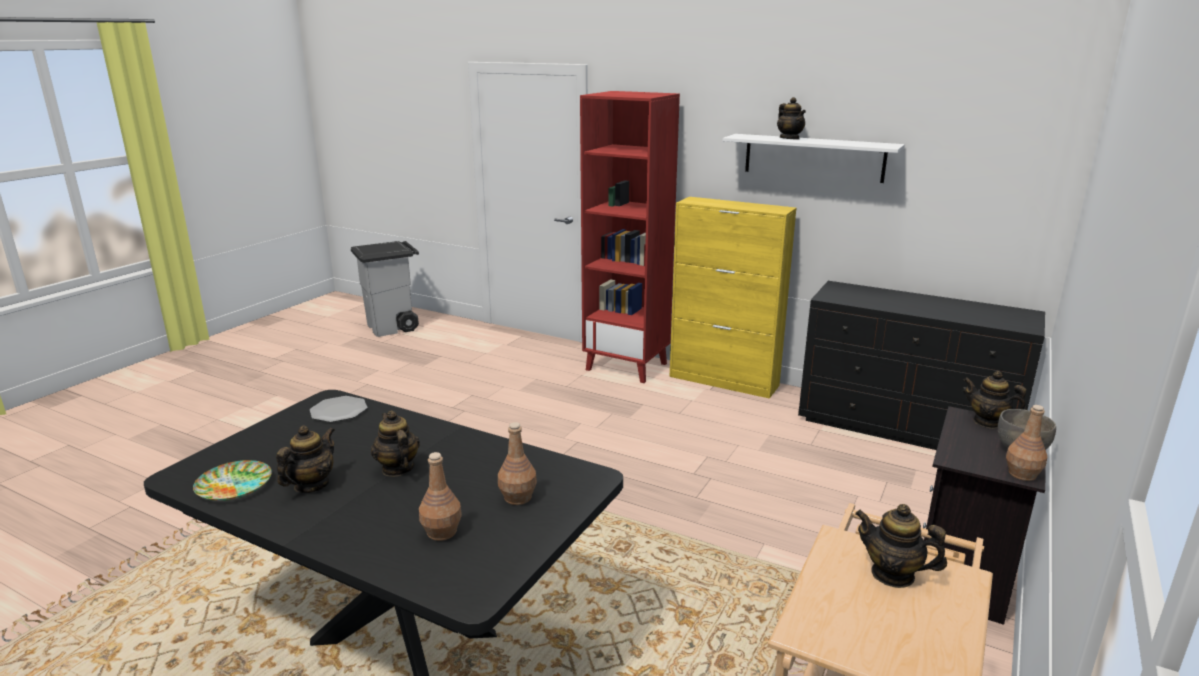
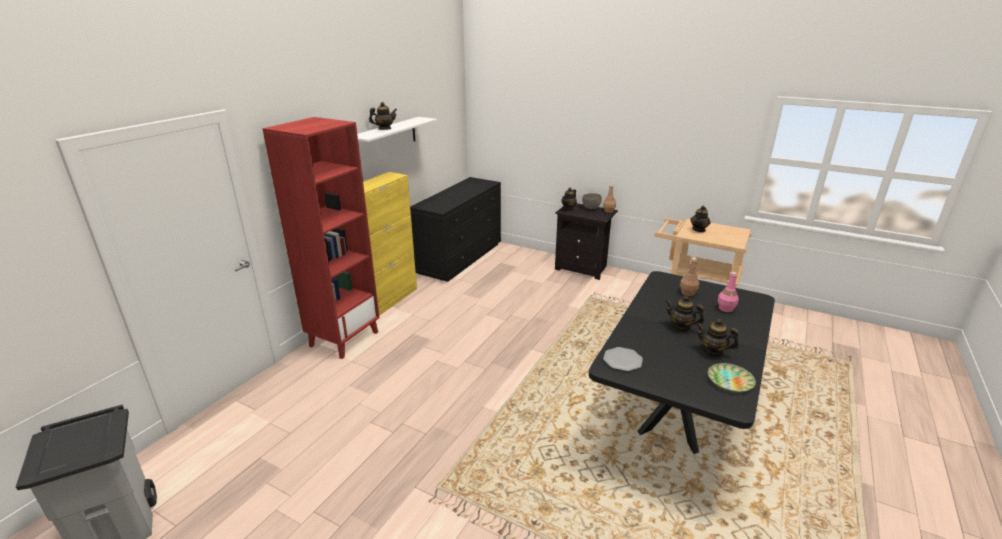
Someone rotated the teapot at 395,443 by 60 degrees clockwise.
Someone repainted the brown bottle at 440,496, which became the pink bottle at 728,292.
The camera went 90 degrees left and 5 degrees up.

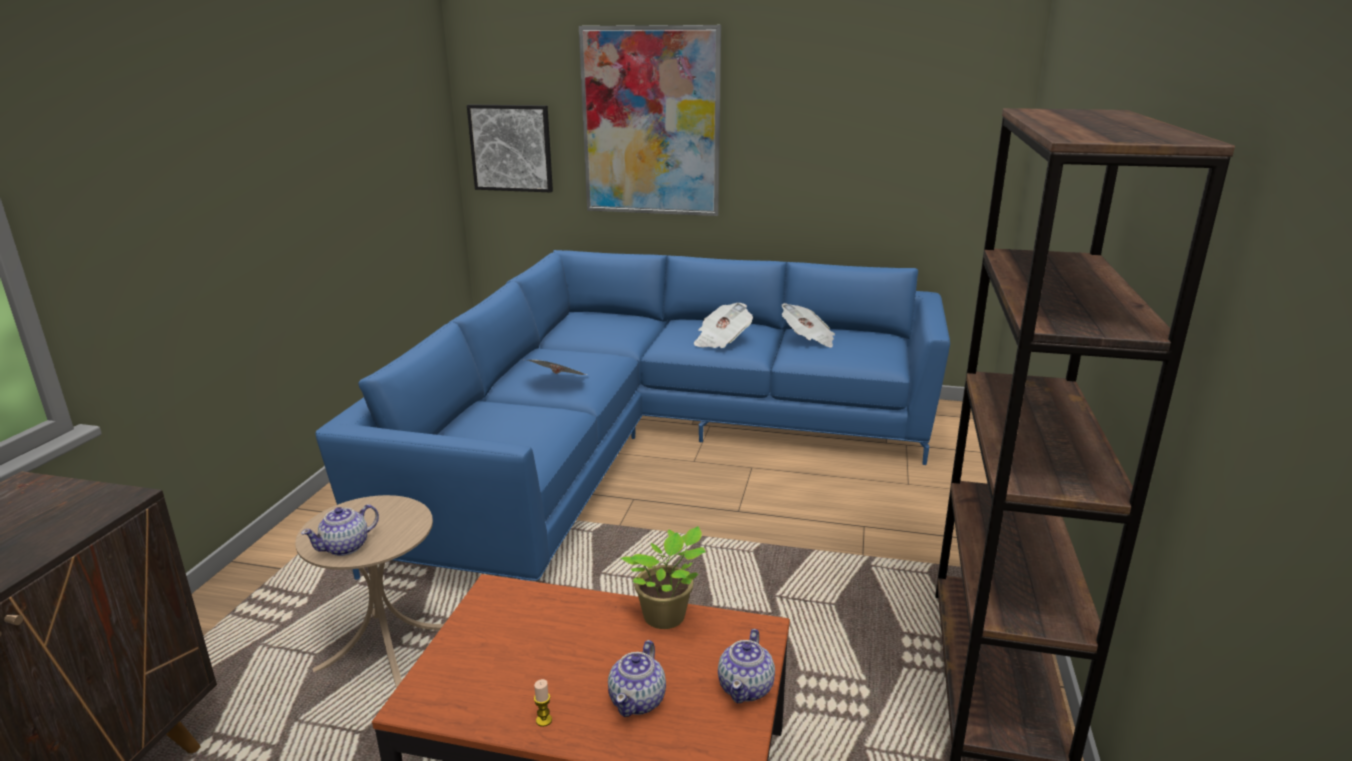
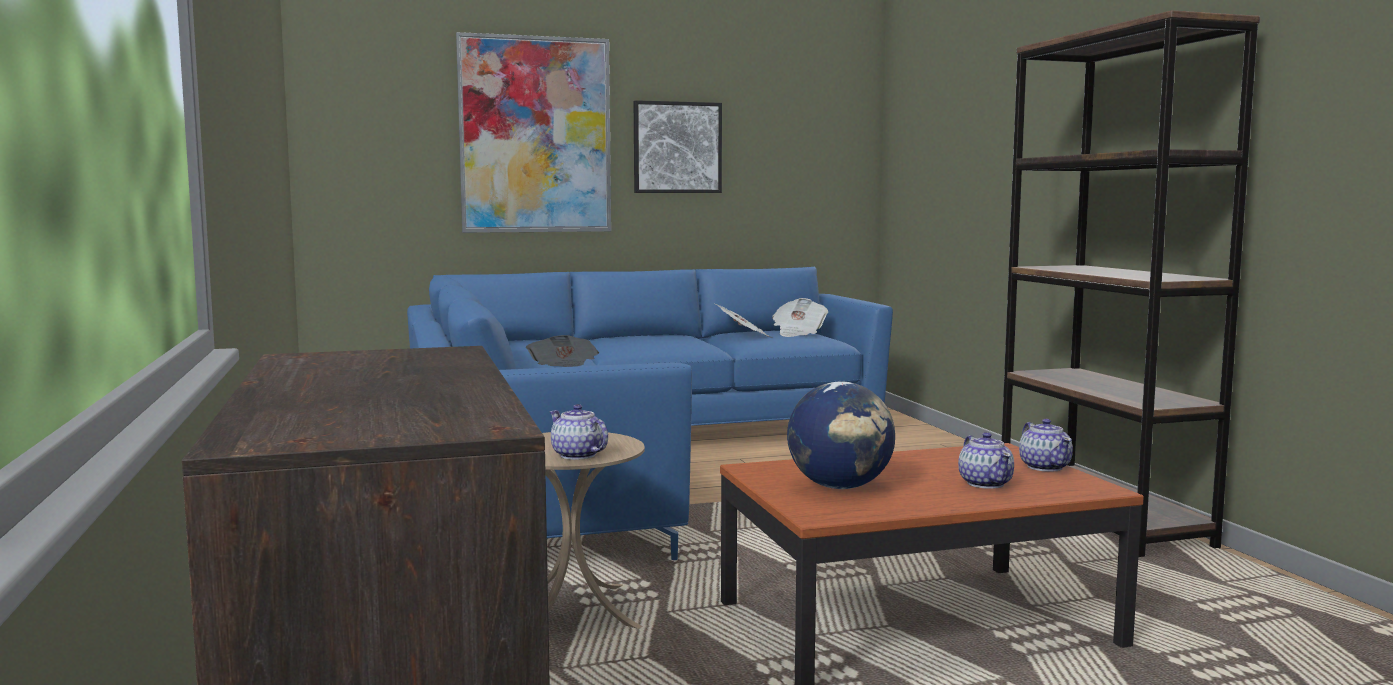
Someone rotated the teapot at 340,530 by 120 degrees clockwise.
Someone carried the picture from 510,148 to 678,146.
Someone carried the newspaper from 723,325 to 800,317.
Someone put down the globe at 841,435.
Someone took away the candle at 543,703.
Someone took away the potted plant at 663,577.
The camera went 30 degrees left and 15 degrees down.

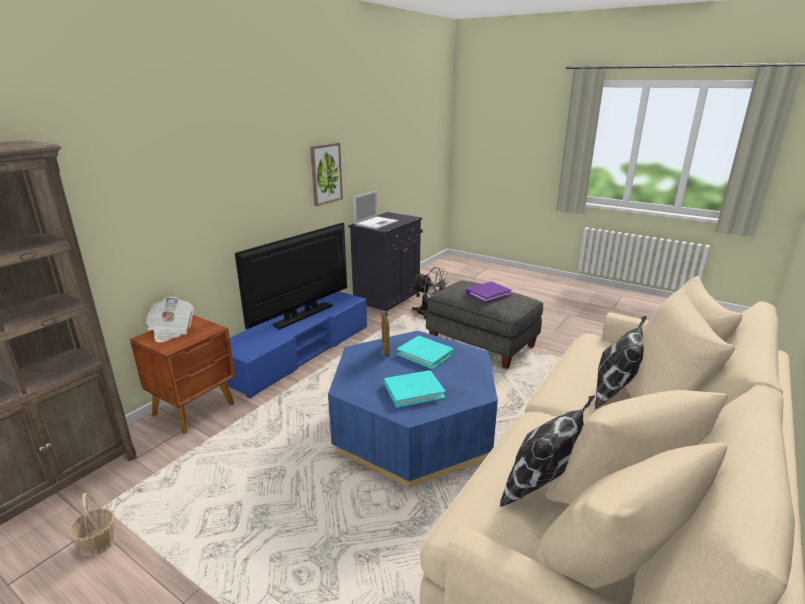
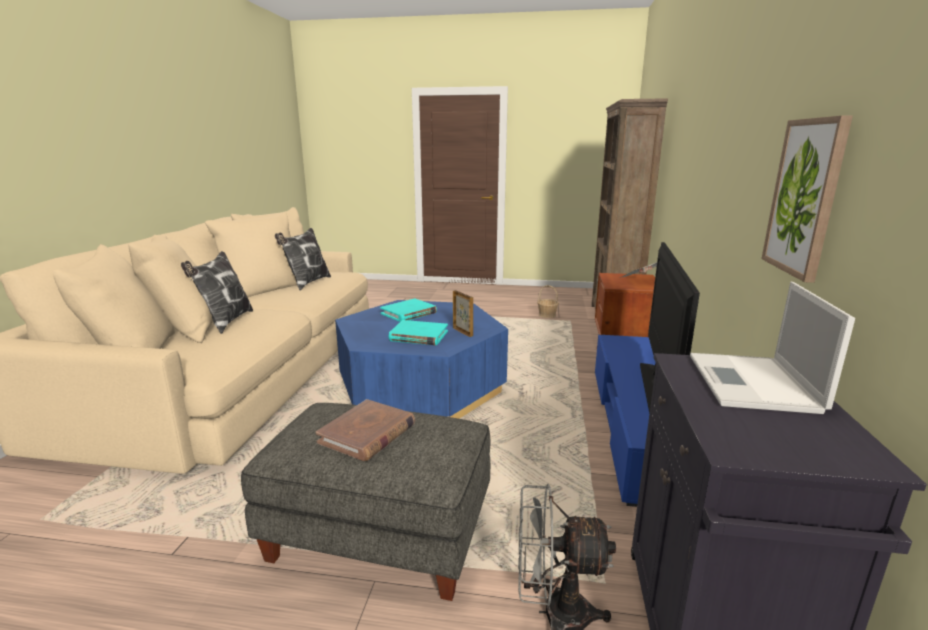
Someone repainted the purple book at 489,292, which became the brown book at 365,430.
The camera went 155 degrees right and 5 degrees down.

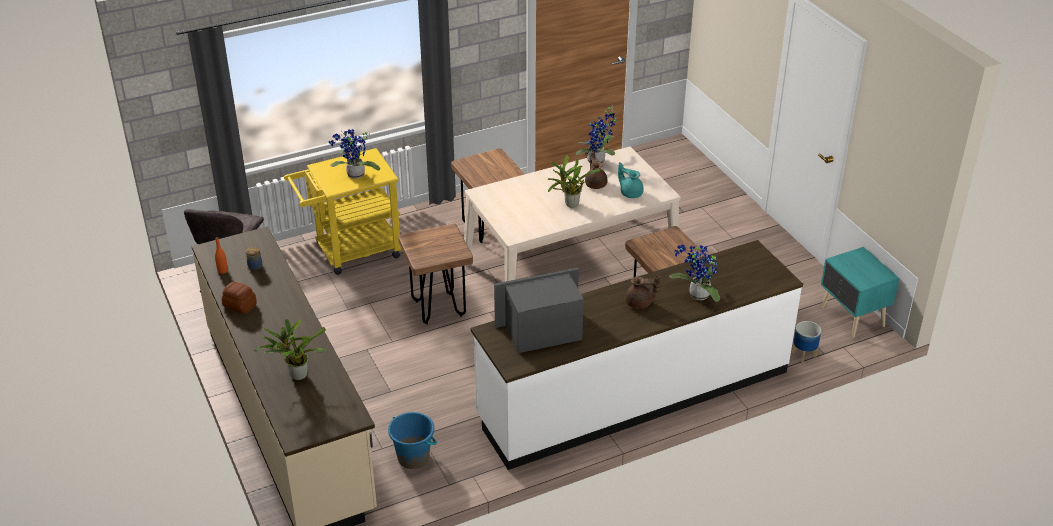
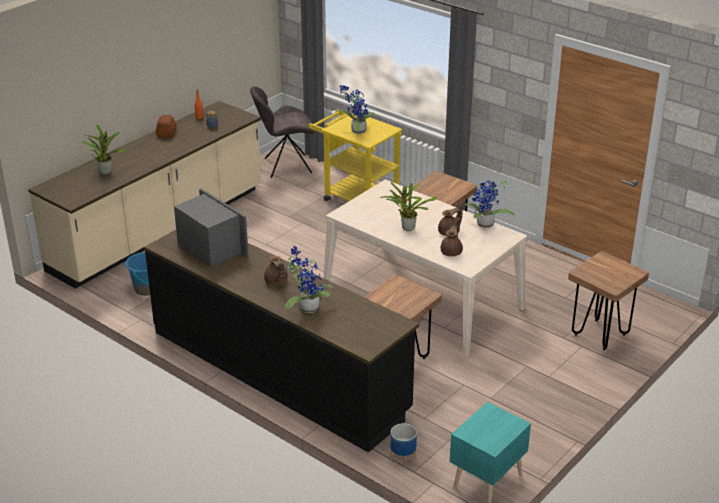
Someone repainted the white counter at 637,355, which became the black counter at 281,341.
Someone repainted the turquoise teapot at 631,180, which became the brown teapot at 452,237.
Someone carried the brown stool from 435,273 to 608,300.
The camera went 65 degrees right and 5 degrees down.

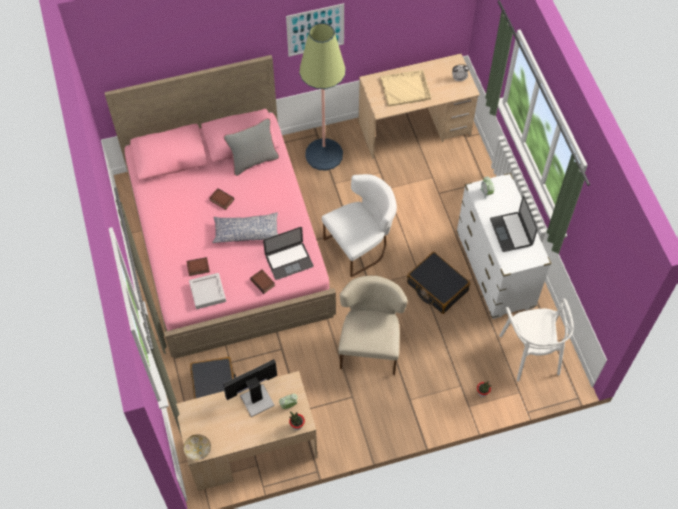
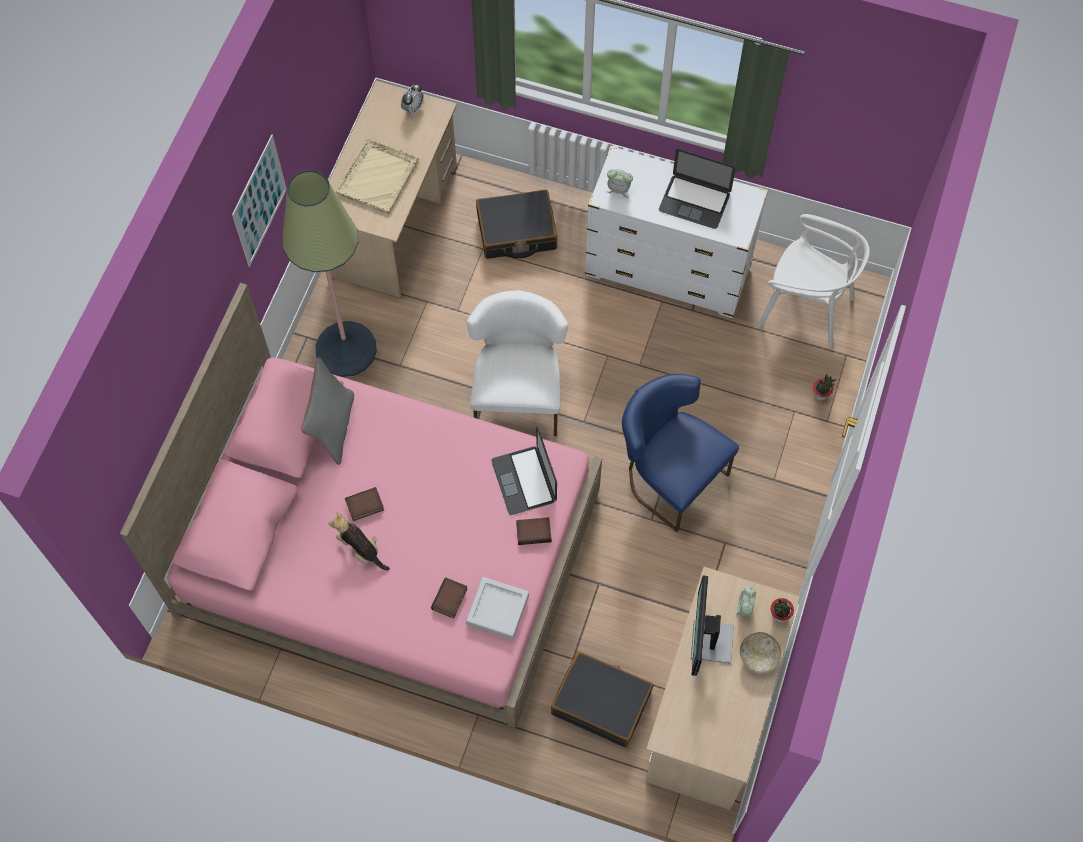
Someone put down the plush toy at 359,541.
Someone carried the black suitcase from 438,283 to 516,224.
Someone rotated the laptop at 288,253 by 150 degrees clockwise.
Someone repainted the beige chair at 373,325, which became the blue chair at 680,453.
Someone carried the bowl from 197,447 to 760,652.
Someone took away the pillow at 245,227.
The camera went 55 degrees left and 5 degrees up.

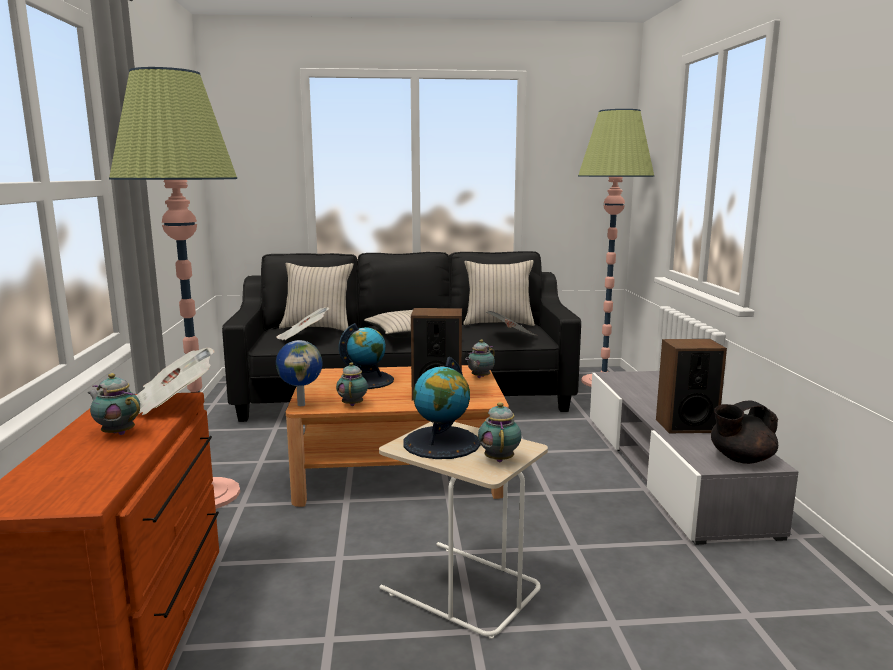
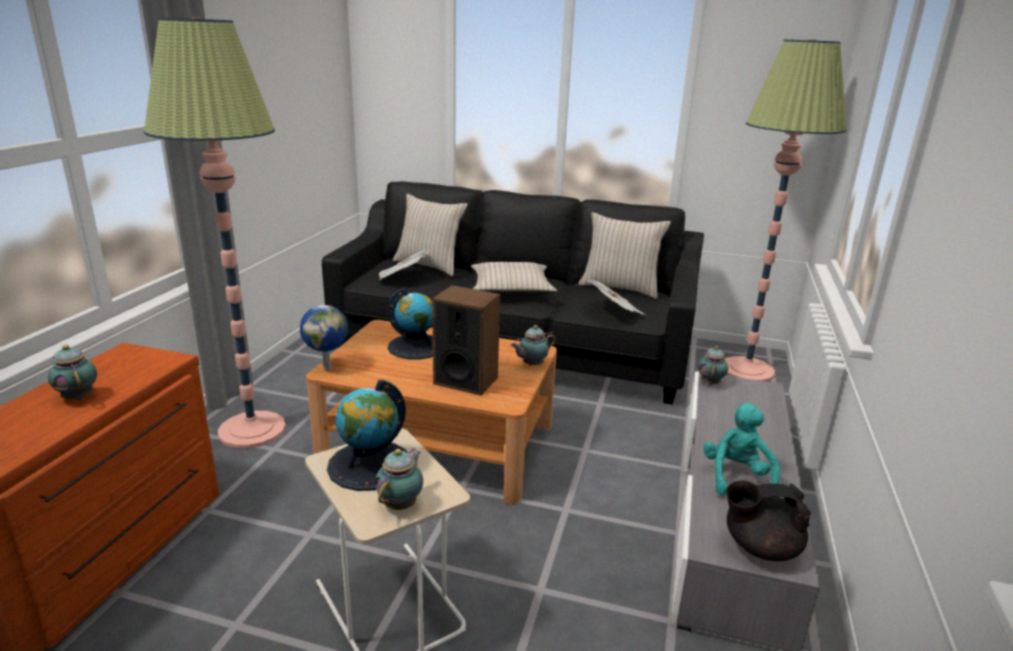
Someone carried the teapot from 352,384 to 713,365.
Someone swapped the speaker at 691,386 for the turquoise plush toy at 742,449.
Someone took away the newspaper at 175,381.
The camera went 20 degrees right and 10 degrees up.

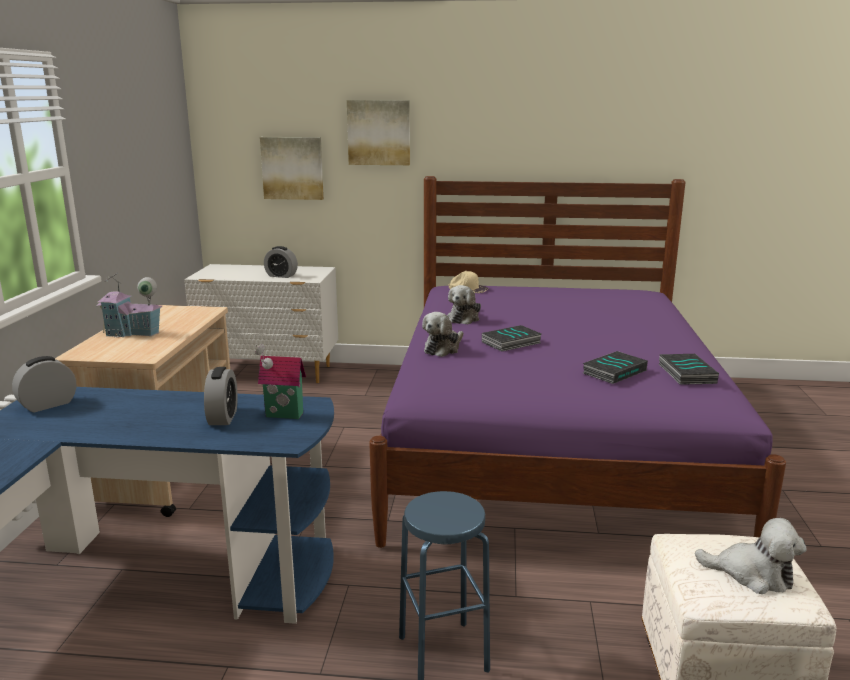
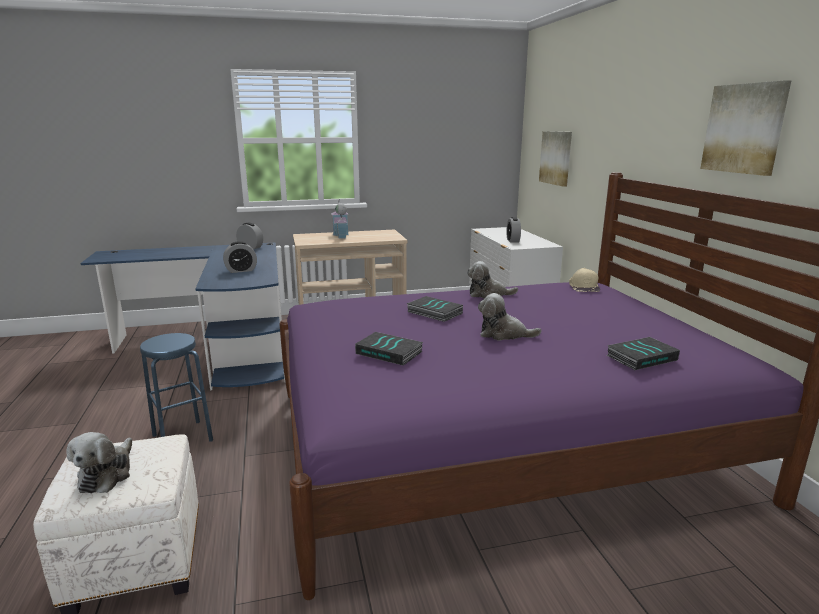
Someone carried the plush toy from 442,334 to 509,317.
Someone carried the book from 689,369 to 643,353.
Someone carried the picture from 378,132 to 745,128.
Someone took away the toy house at 280,381.
The camera went 70 degrees right and 0 degrees up.

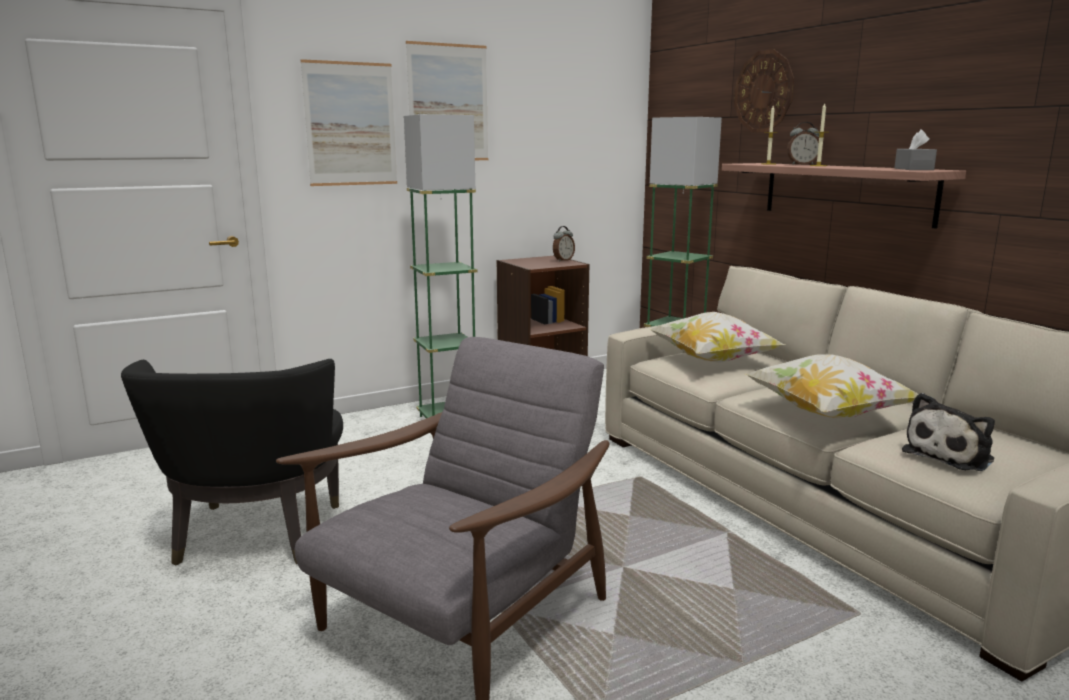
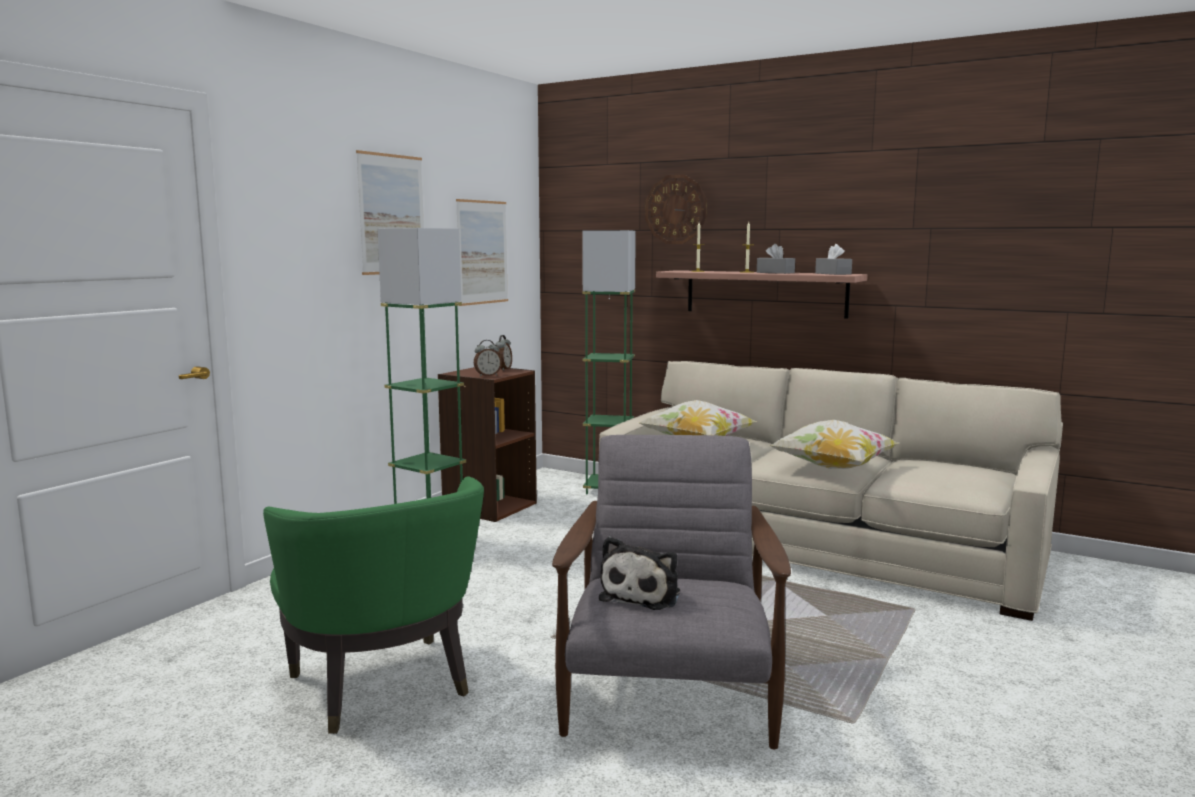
Someone repainted the black armchair at 232,462, which became the green armchair at 373,605.
Someone carried the picture from 349,122 to 482,252.
Someone carried the alarm clock from 803,143 to 488,358.
Someone carried the plush toy from 948,432 to 639,573.
Someone put down the grey tissue box at 776,259.
The camera went 30 degrees left and 5 degrees down.

